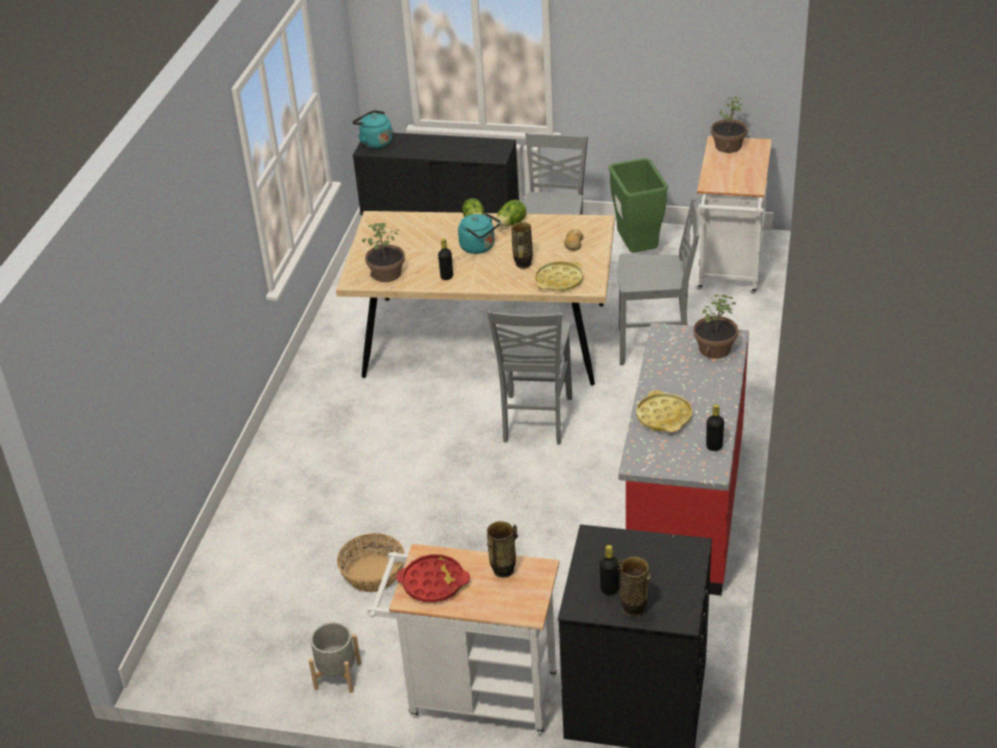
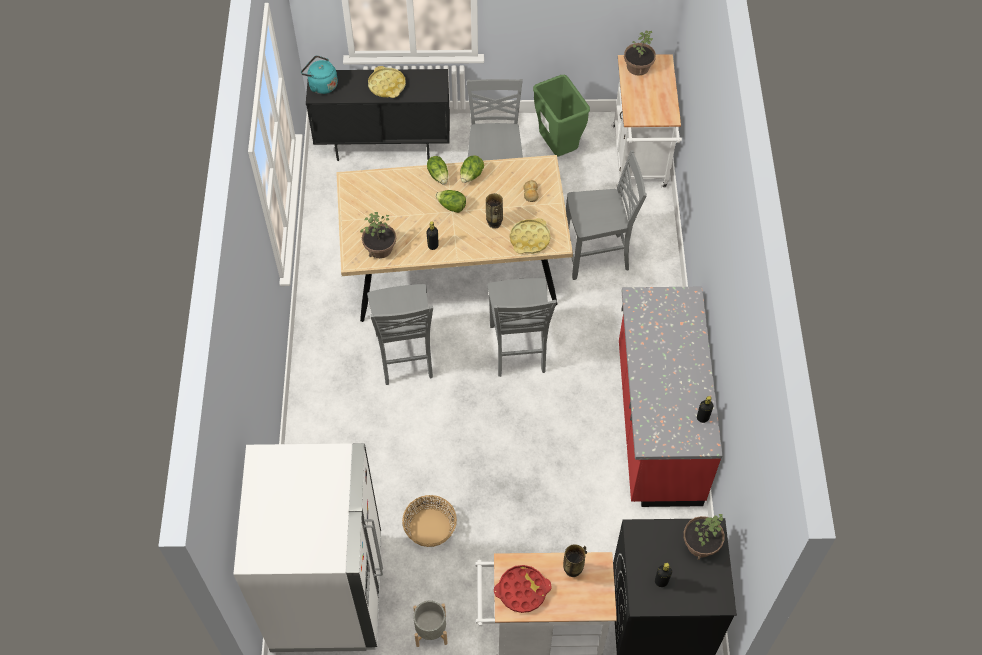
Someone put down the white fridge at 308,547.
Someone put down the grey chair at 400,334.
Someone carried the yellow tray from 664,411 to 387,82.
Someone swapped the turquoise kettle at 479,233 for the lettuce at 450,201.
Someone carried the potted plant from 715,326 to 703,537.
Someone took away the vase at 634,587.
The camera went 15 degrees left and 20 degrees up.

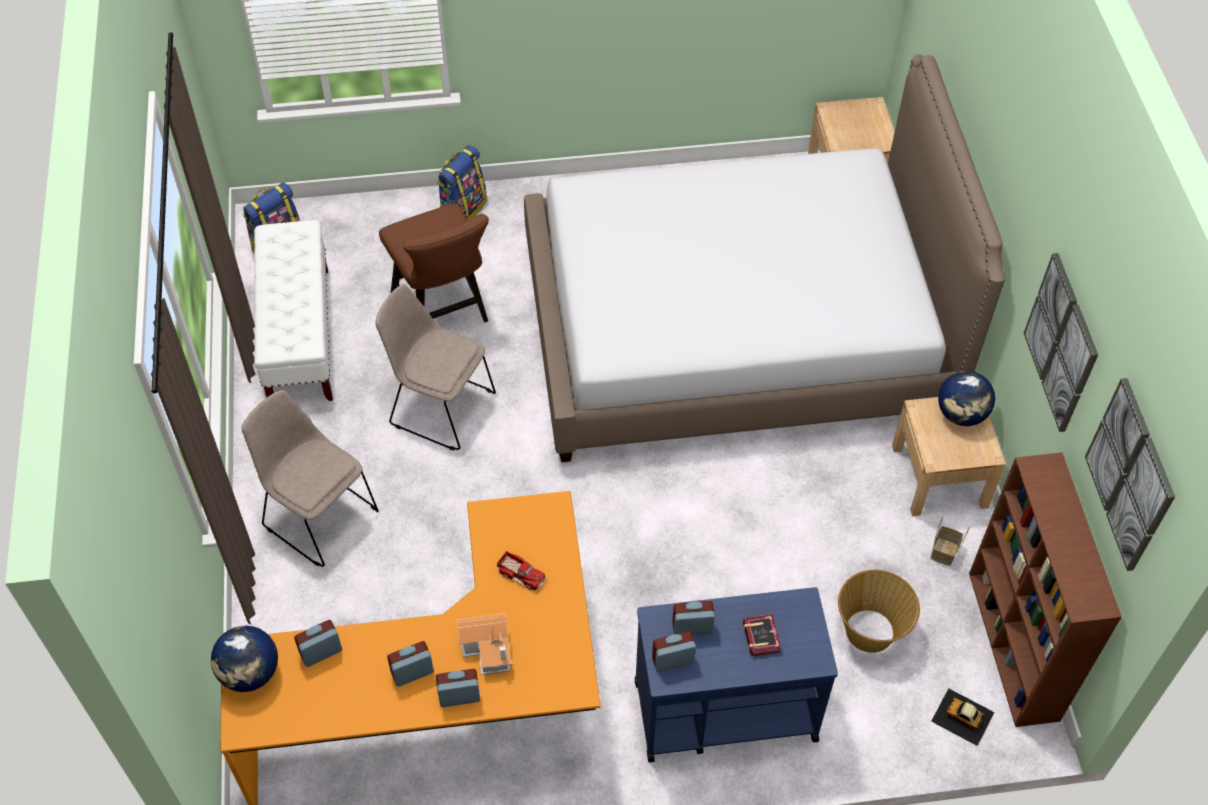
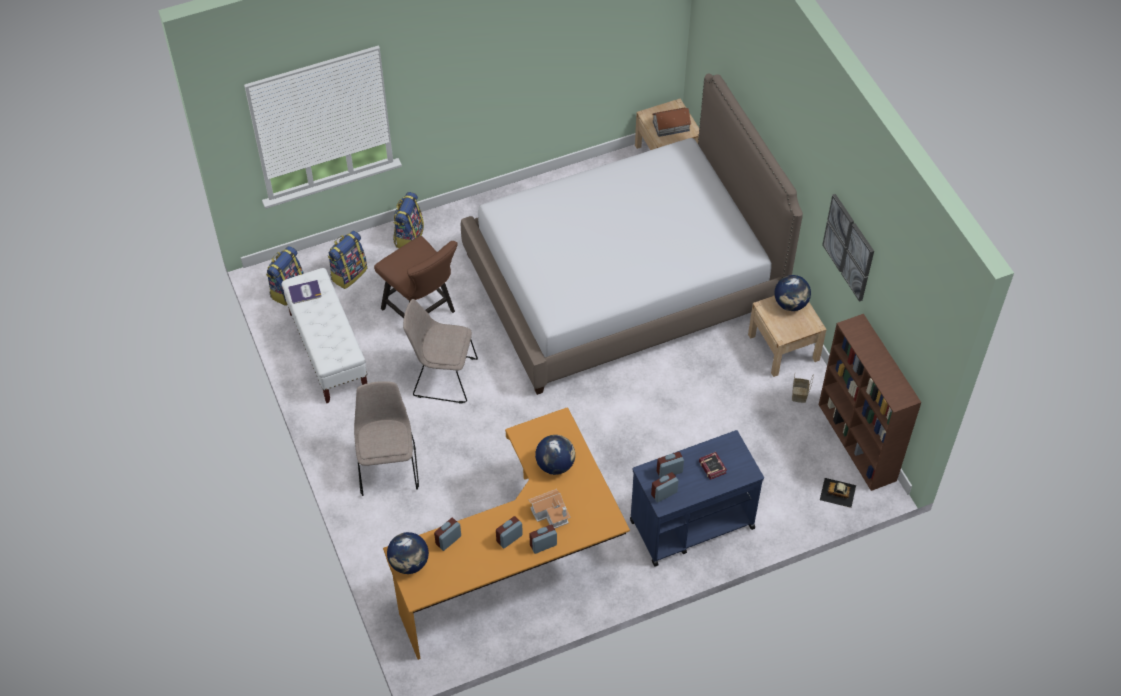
Someone put down the book at 305,292.
Someone put down the backpack at 347,260.
Someone rotated the beige chair at 310,478 by 60 degrees clockwise.
Someone swapped the toy truck at 522,571 for the globe at 555,455.
Someone put down the toy house at 671,122.
Someone took away the basket at 879,611.
Someone took away the picture at 1130,474.
The camera went 15 degrees left and 0 degrees up.

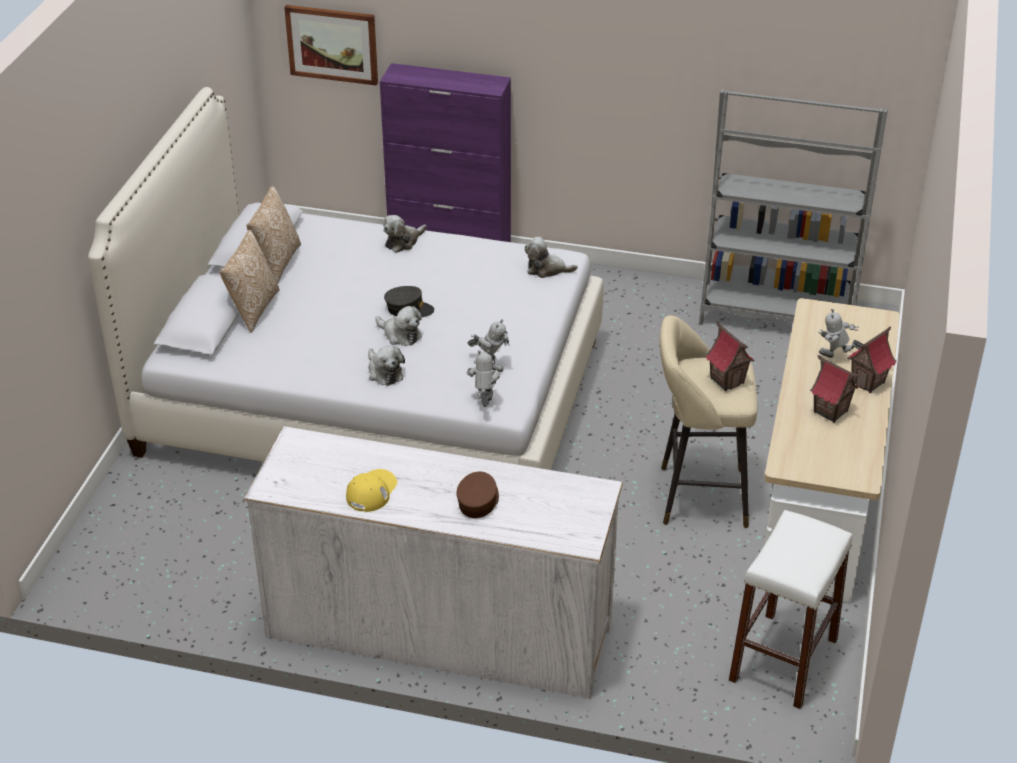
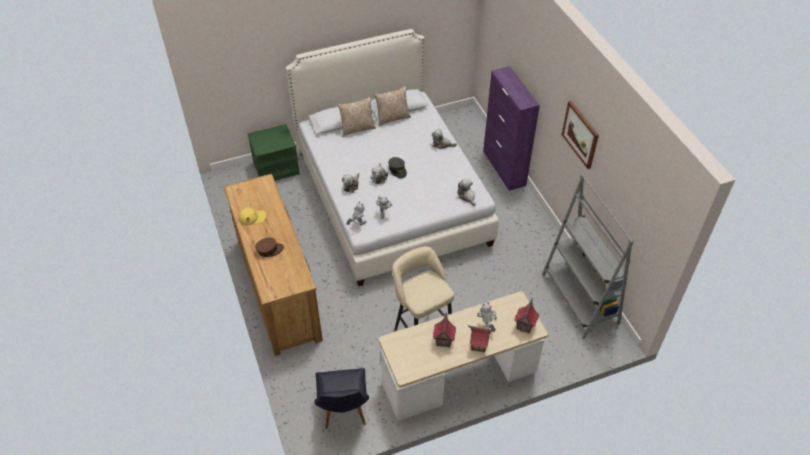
Someone repainted the white dresser at 433,562, which became the brown dresser at 273,265.
Someone put down the green nightstand at 274,152.
Someone swapped the white stool at 791,609 for the black chair at 342,398.
Someone carried the toy house from 729,356 to 526,316.
Someone carried the picture from 331,45 to 580,135.
The camera went 55 degrees right and 10 degrees up.

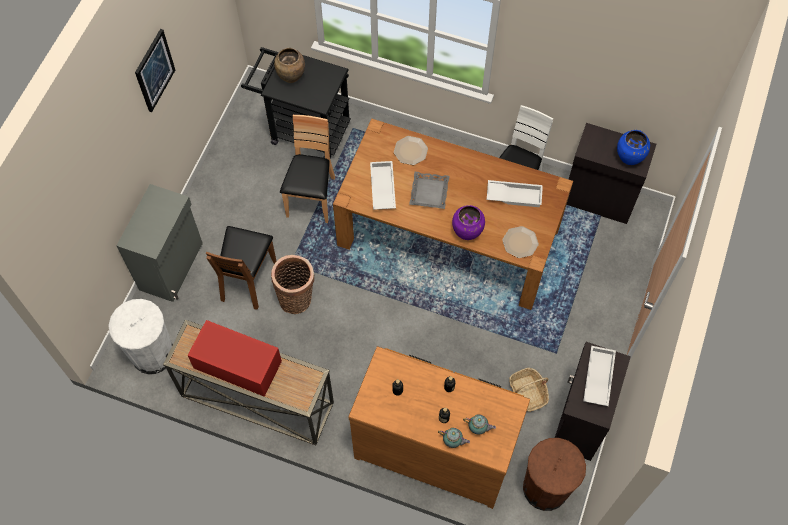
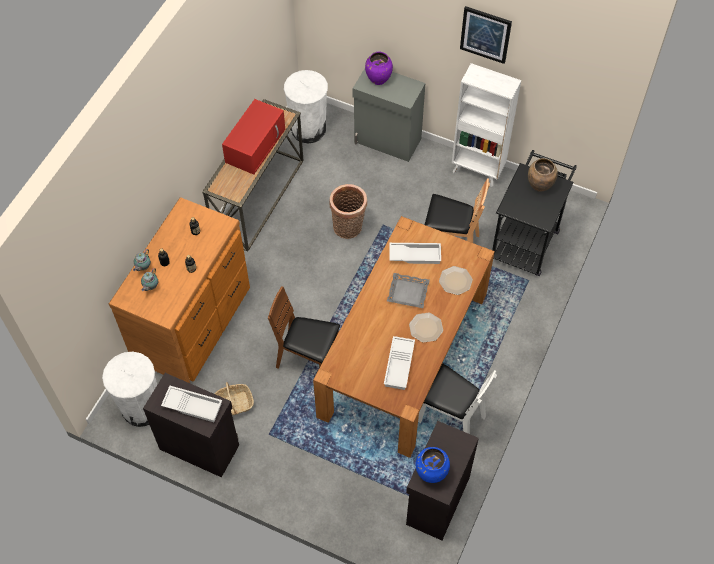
Someone repainted the brown trash can at 554,474, which became the white trash can at 129,389.
Someone carried the brown chair from 241,268 to 304,327.
Someone carried the purple vase from 468,222 to 379,68.
Someone carried the plate from 520,242 to 426,328.
Someone put down the white bookcase at 486,125.
The camera went 95 degrees right and 5 degrees down.

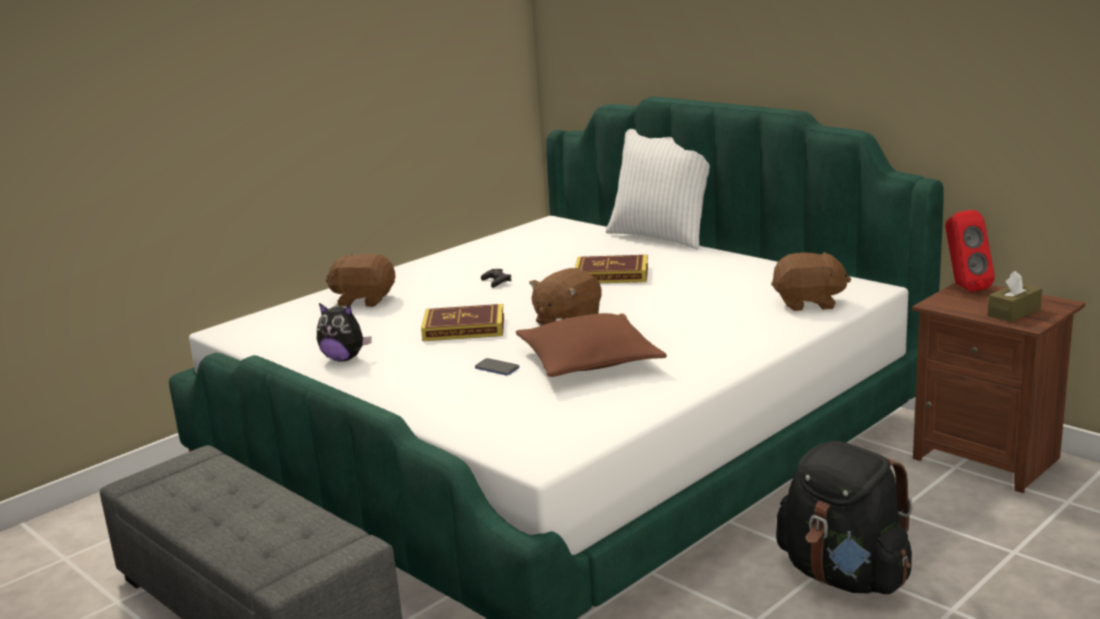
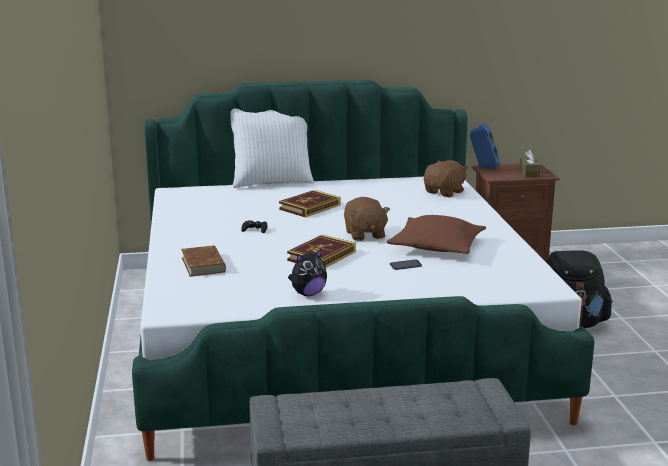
Someone swapped the brown plush toy at 360,280 for the brown book at 203,261.
Someone repainted the red speaker at 970,251, which became the blue speaker at 484,146.
The camera went 55 degrees left and 0 degrees up.

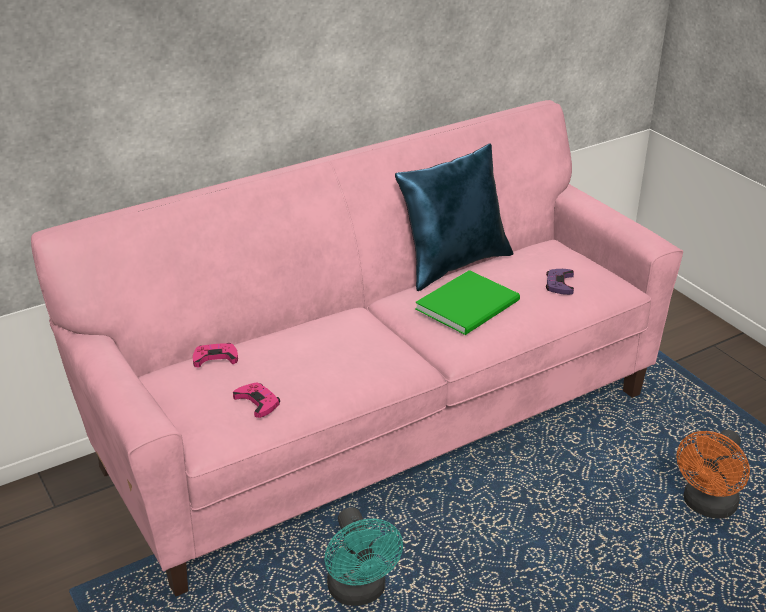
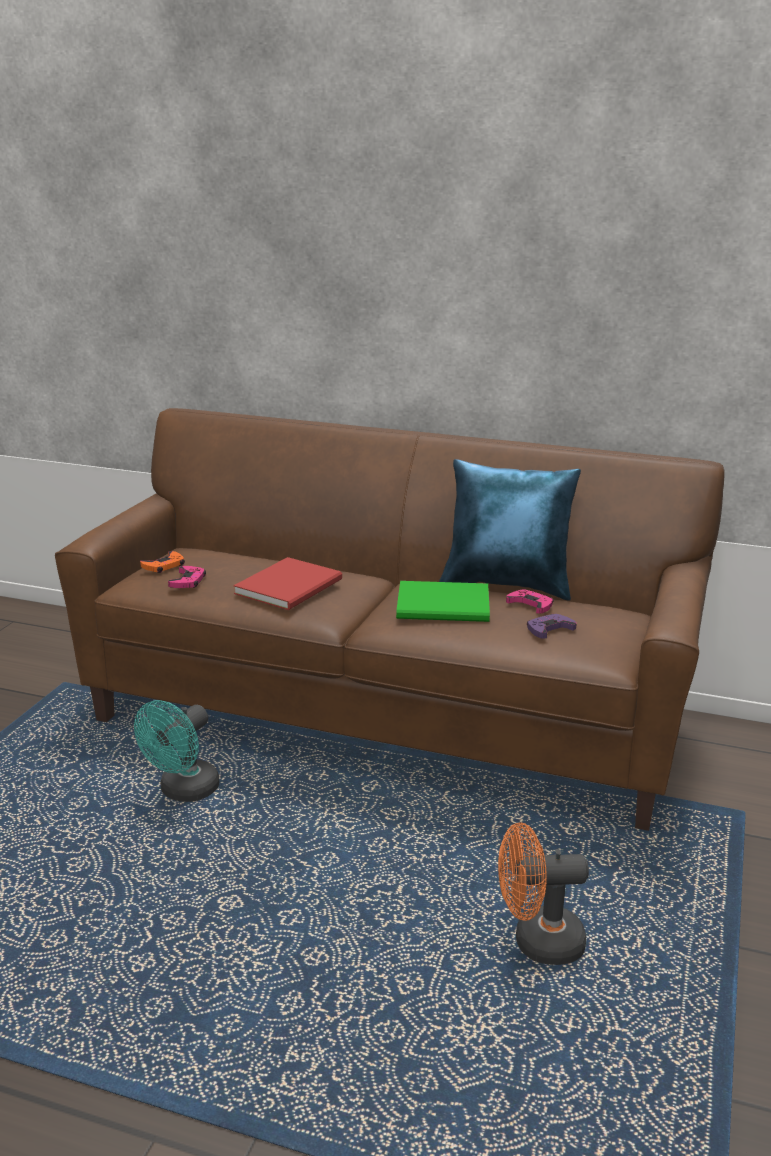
Someone repainted the pink sofa at 357,348, which became the brown sofa at 390,619.
Someone put down the orange game controller at 162,562.
Someone put down the red book at 287,583.
Someone carried the pink game controller from 215,355 to 530,601.
The camera went 50 degrees right and 10 degrees down.

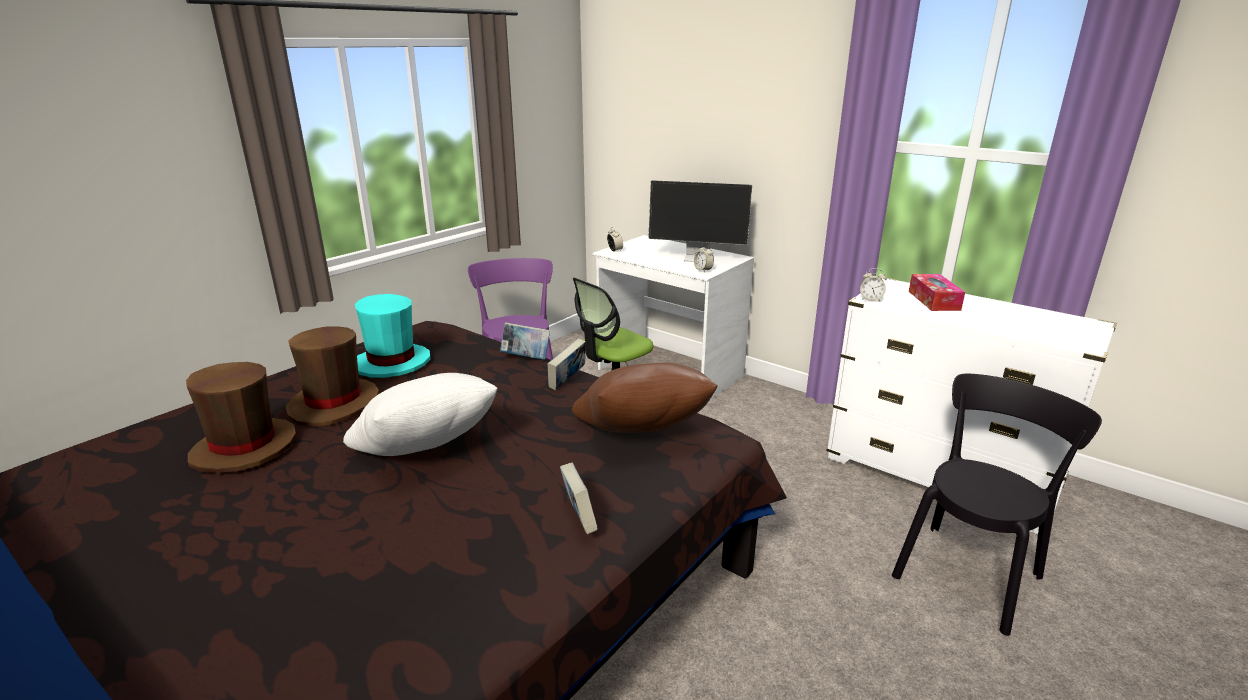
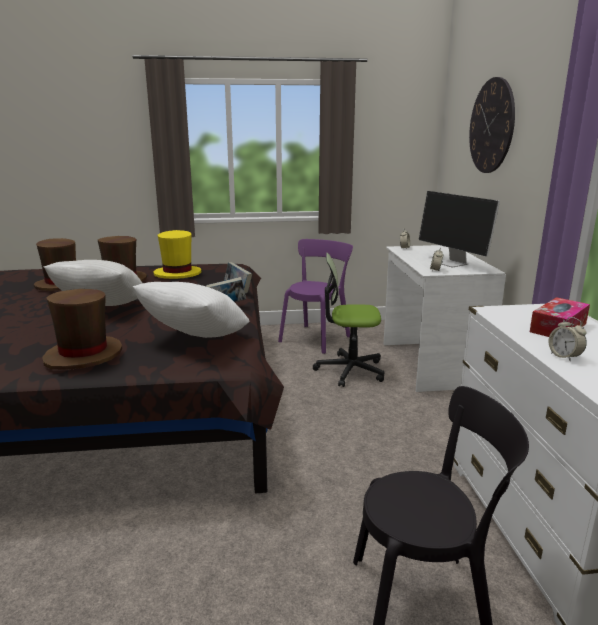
Someone swapped the book at 579,498 for the brown hat at 82,329.
Someone repainted the brown pillow at 644,398, which became the white pillow at 191,310.
Someone repainted the turquoise hat at 393,336, which became the yellow hat at 177,254.
Someone put up the wall clock at 492,125.
Someone carried the alarm clock from 873,285 to 567,339.
The camera went 45 degrees right and 5 degrees down.

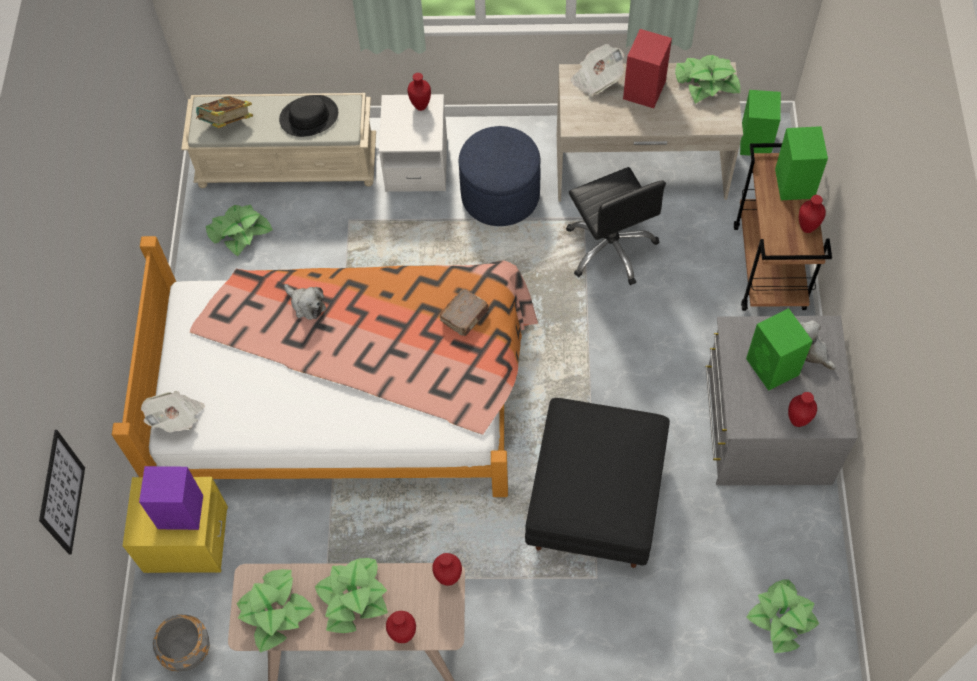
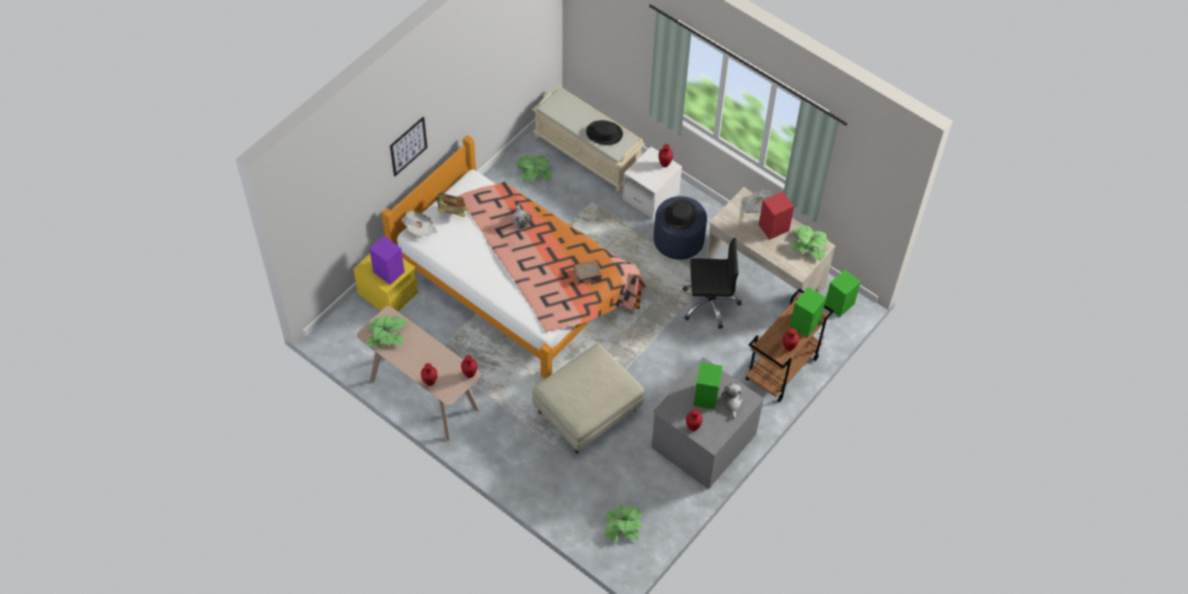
Someone carried the picture from 62,492 to 409,146.
Someone carried the book from 224,112 to 451,205.
Someone repainted the black ottoman at 597,483, which became the beige ottoman at 588,398.
Someone put down the black hat at 681,214.
Someone rotated the black office chair at 616,226 by 105 degrees counterclockwise.
Someone took away the grey planter at 181,643.
Someone took away the potted plant at 351,595.
The camera went 35 degrees right and 5 degrees down.

